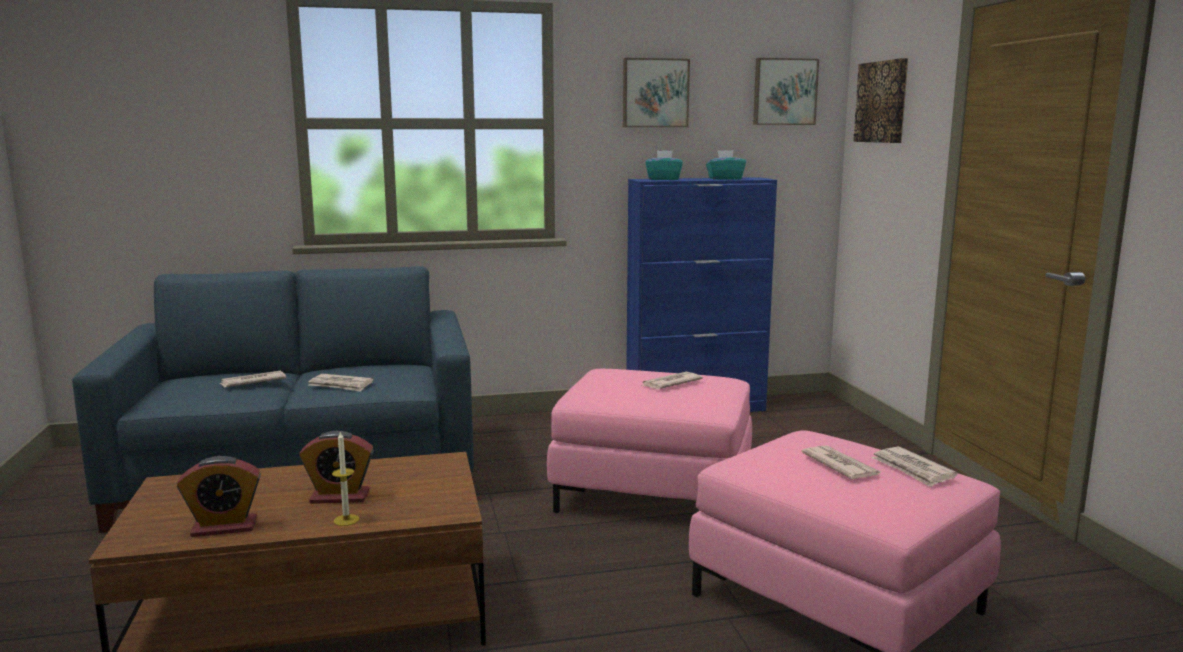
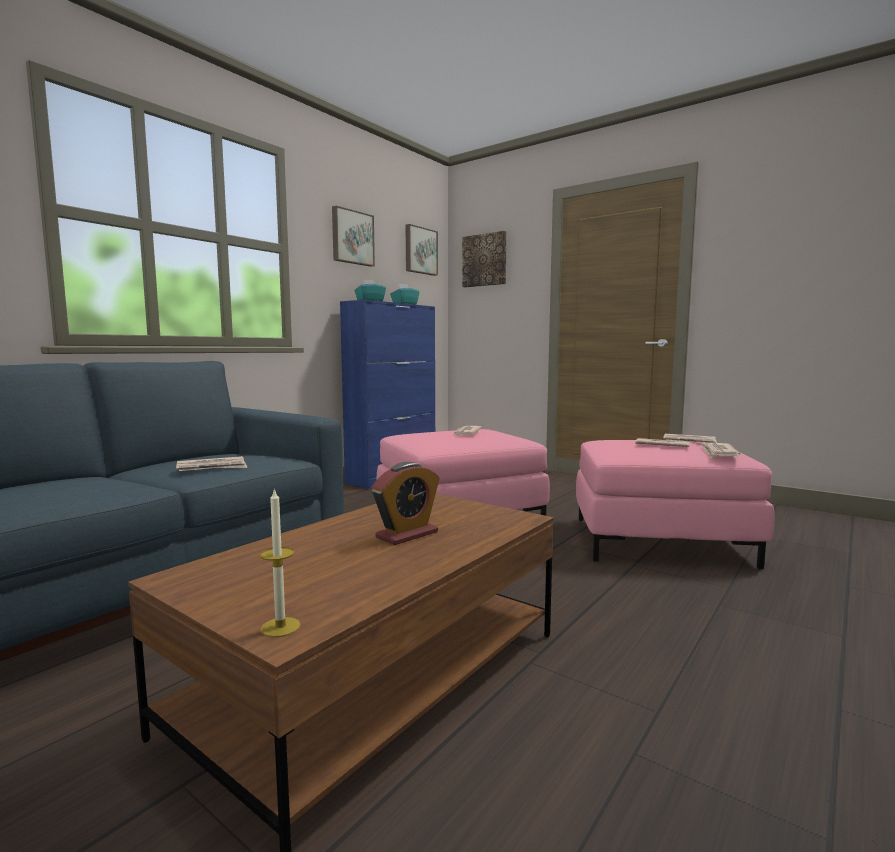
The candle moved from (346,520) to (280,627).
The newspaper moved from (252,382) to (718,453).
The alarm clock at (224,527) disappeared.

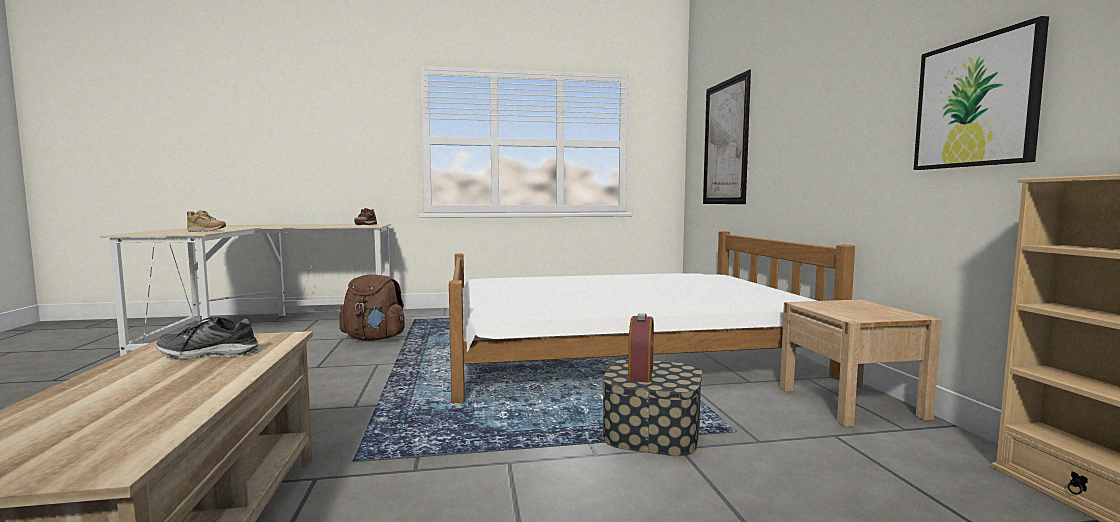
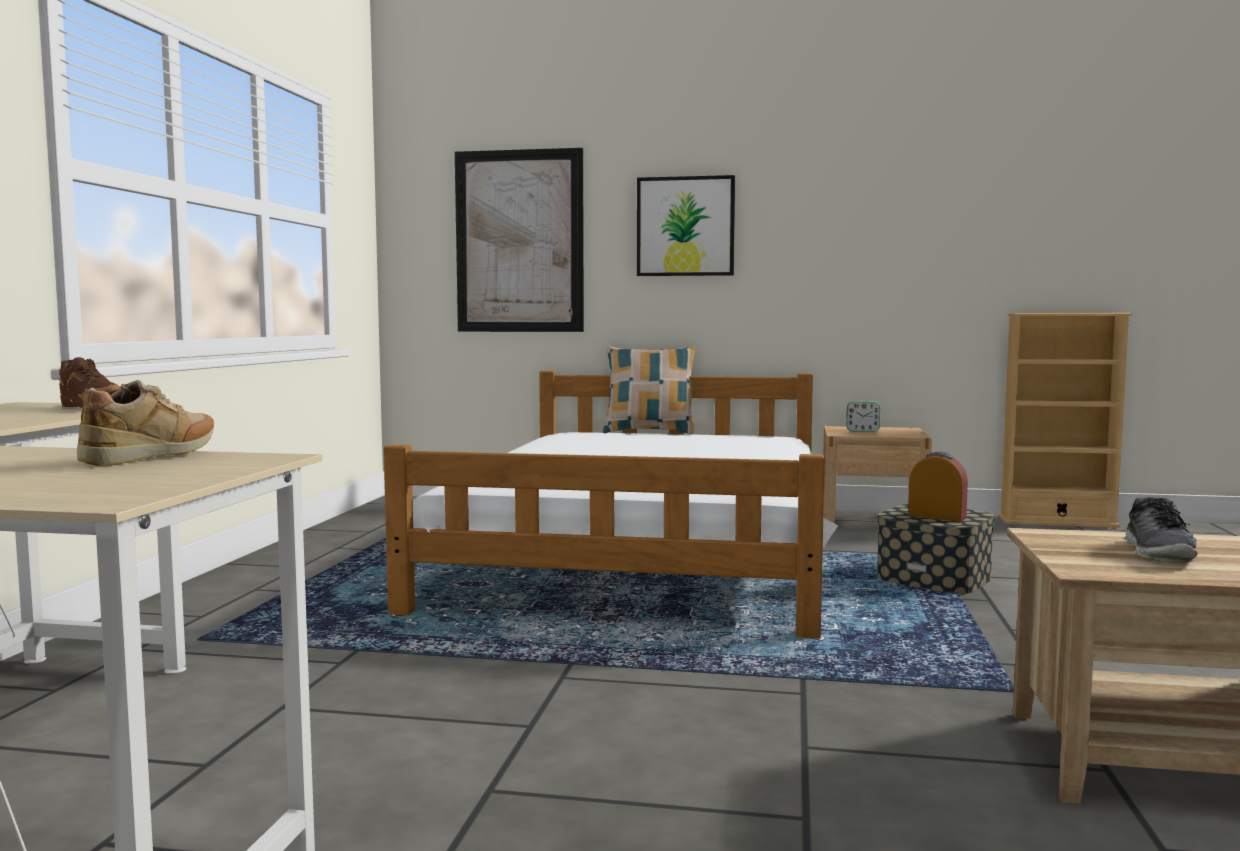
The pillow at (649,432) appeared.
The picture moved from (976,102) to (685,226).
The alarm clock at (862,431) appeared.
The brown backpack at (374,339) disappeared.

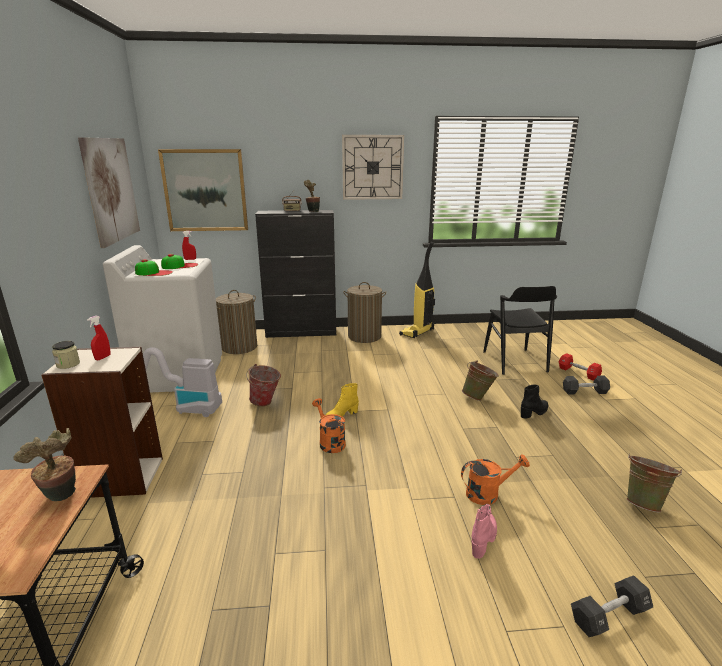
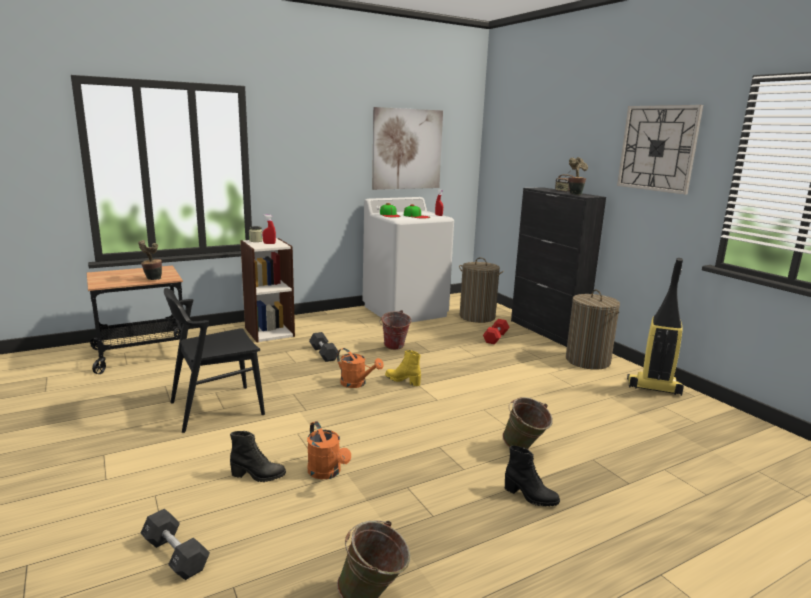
The black chair moved from (514,361) to (216,408).
The pink boot at (483,539) became the black boot at (258,476).
The black dumbbell moved from (584,391) to (323,354).
The orange watering can at (329,442) turned 90 degrees clockwise.
The red dumbbell moved from (578,373) to (495,338).
The vacuum cleaner at (184,408) disappeared.
The picture at (205,190) disappeared.

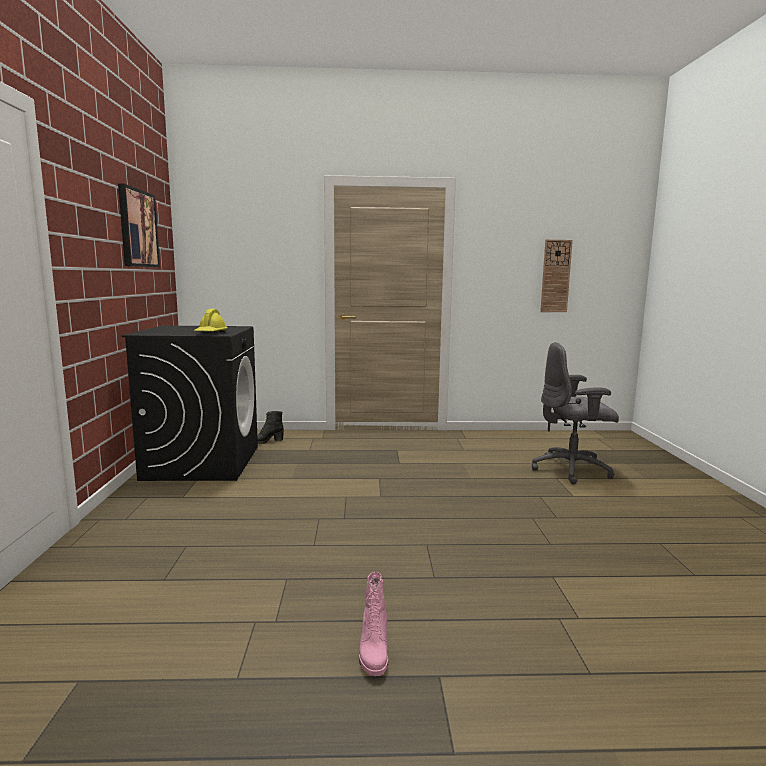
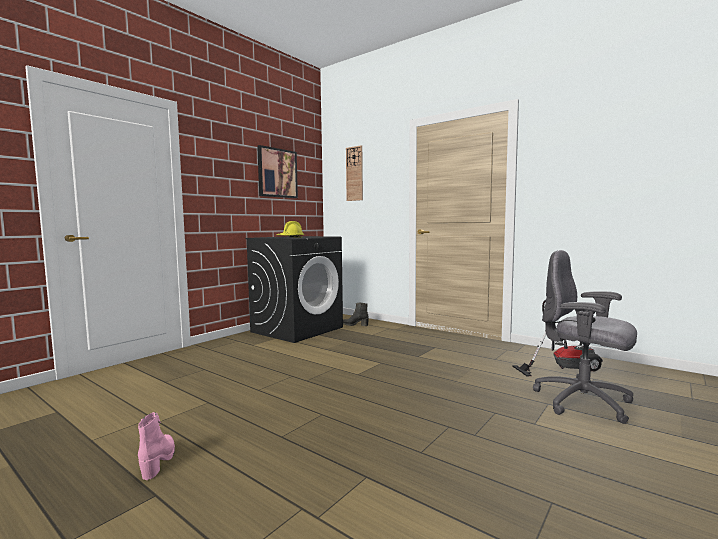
The pink boot at (373,652) turned 135 degrees clockwise.
The wall clock moved from (555,276) to (354,174).
The vacuum cleaner at (562,367) appeared.

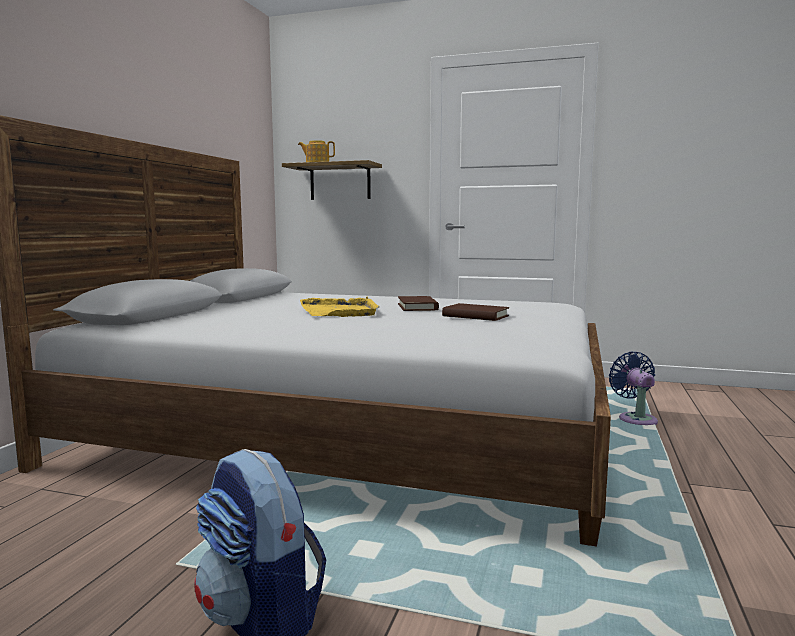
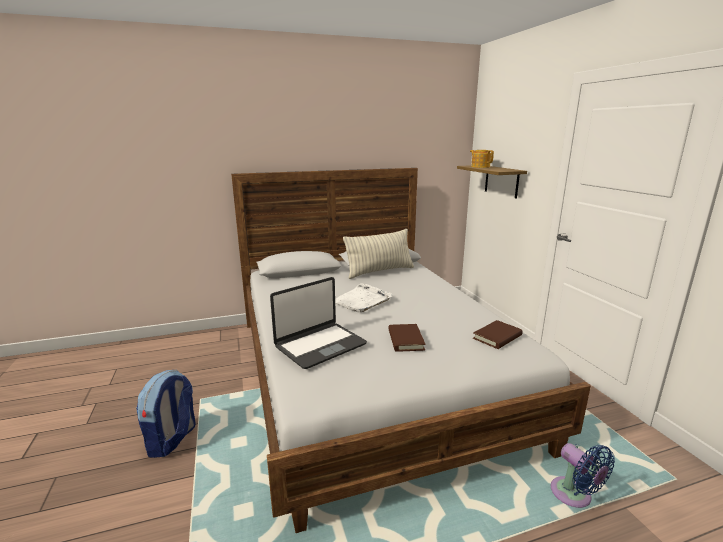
The laptop at (320,345) appeared.
The yellow tray at (340,311) became the white tray at (362,300).
The pillow at (379,271) appeared.
The brown book moved from (417,307) to (497,337).
The blue fan at (635,419) turned 105 degrees clockwise.

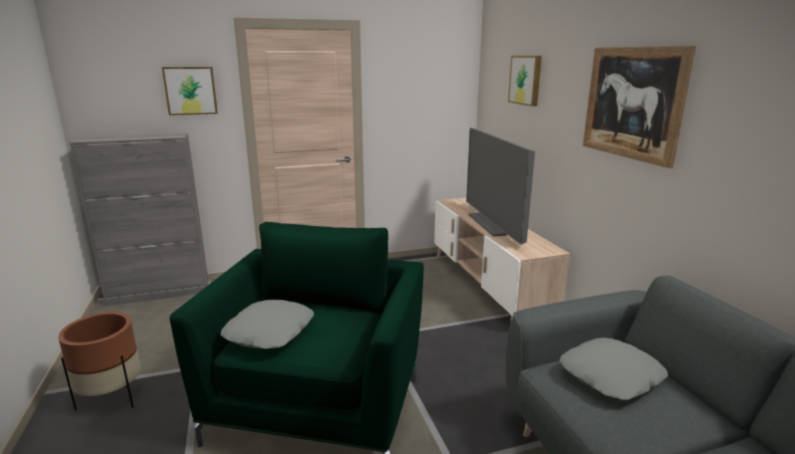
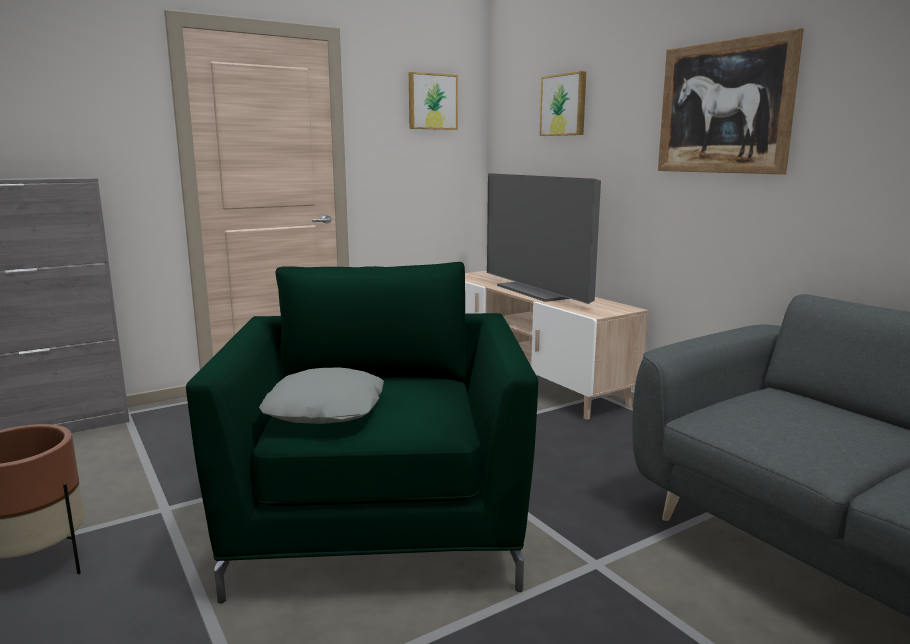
The picture moved from (190,90) to (432,102).
The grey pillow at (611,376) disappeared.

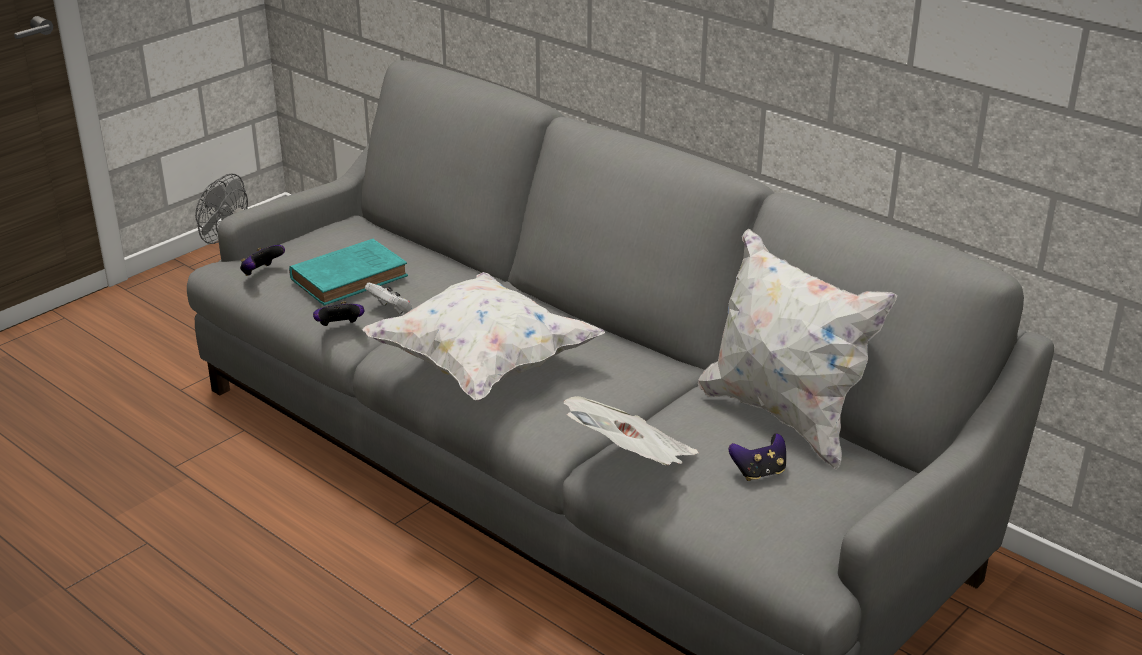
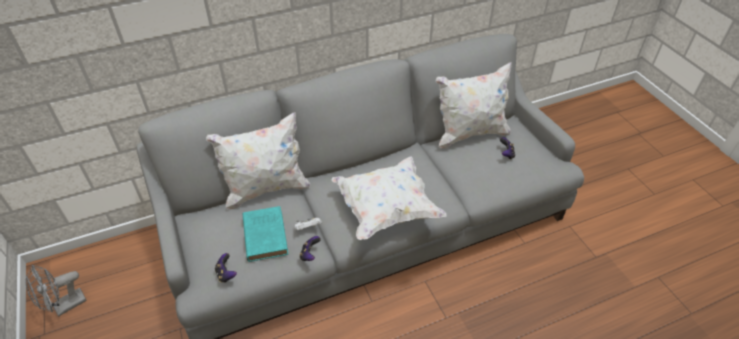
The white pillow at (266,189) appeared.
The newspaper at (631,461) disappeared.

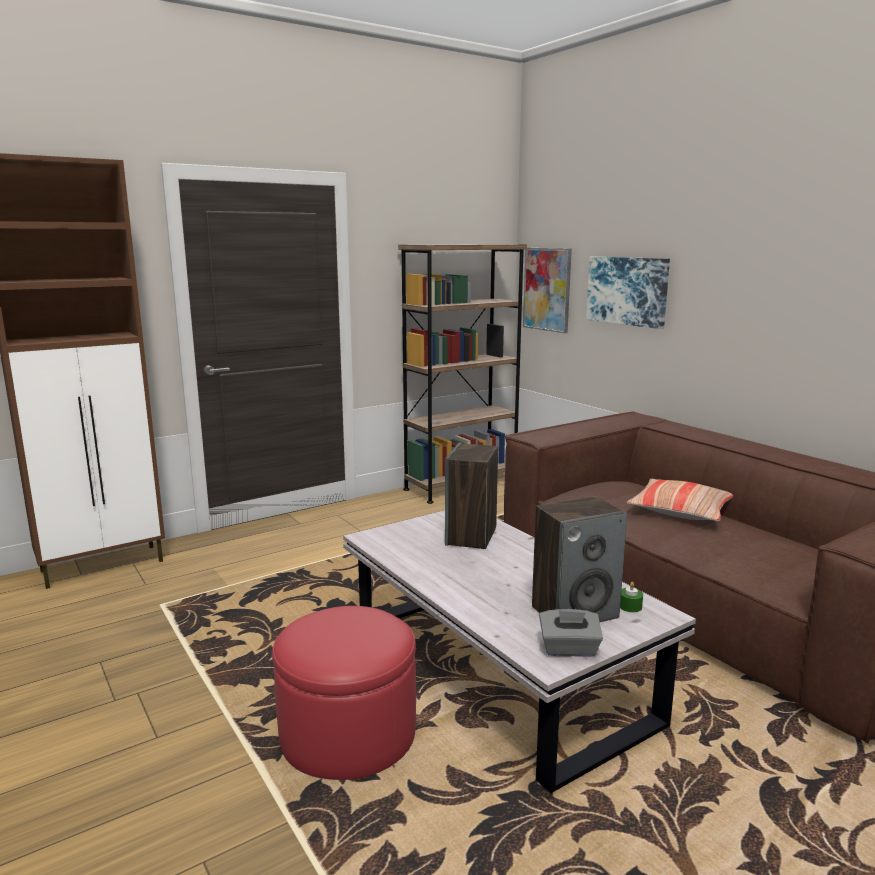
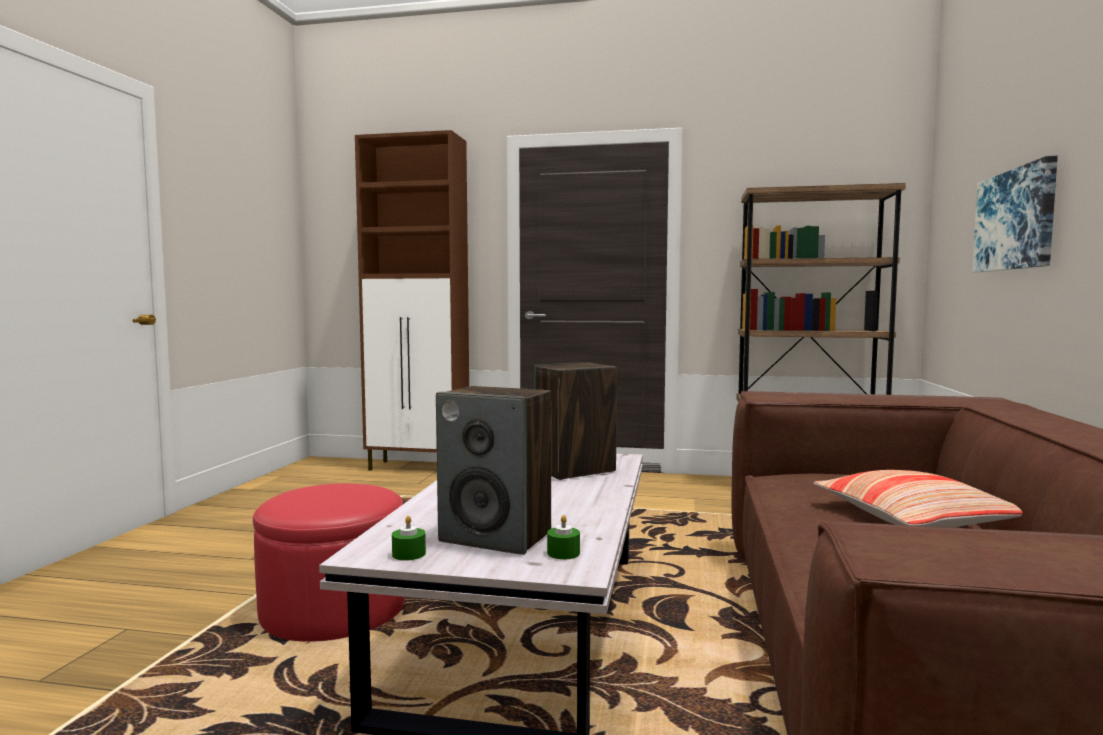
The grey tissue box at (569,649) was replaced by the green candle at (409,554).
The picture at (547,289) disappeared.

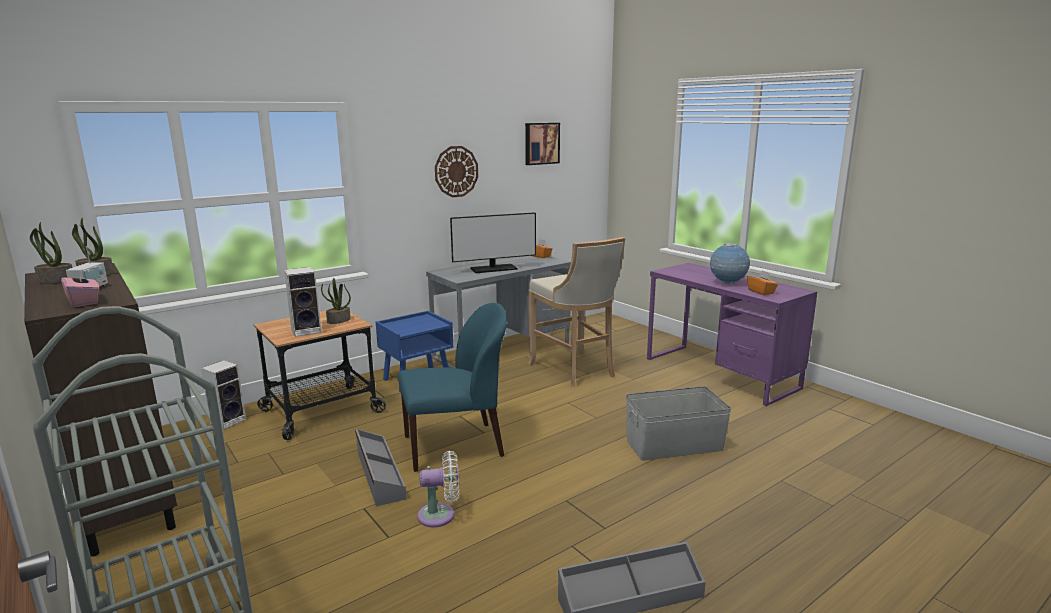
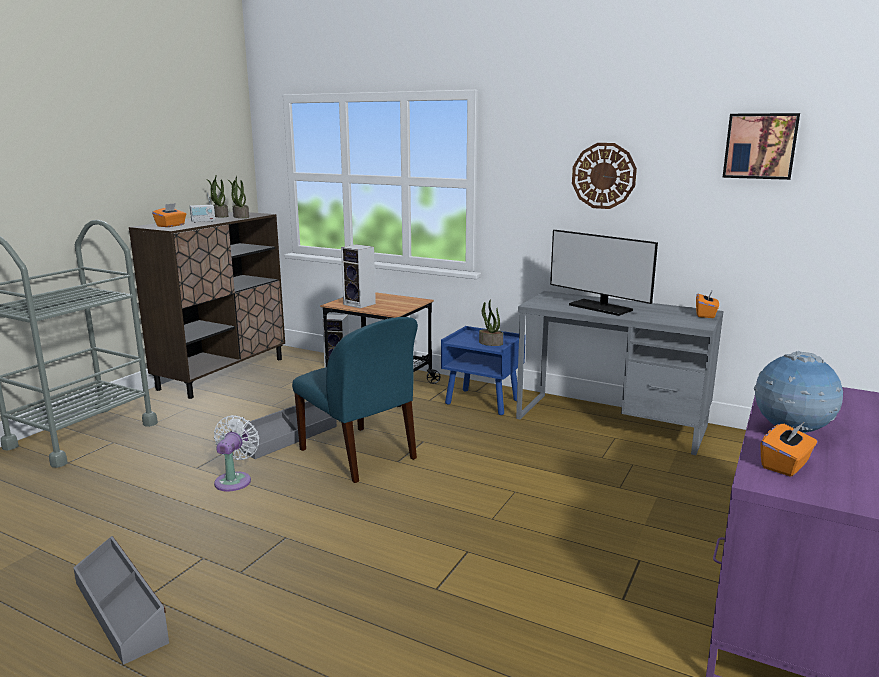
The pink tissue box at (84,302) became the orange tissue box at (171,225).
The white fan at (440,515) turned 135 degrees counterclockwise.
The potted plant moved from (338,321) to (490,343).
The beige stool at (575,370) disappeared.
The grey storage box at (675,445) disappeared.

